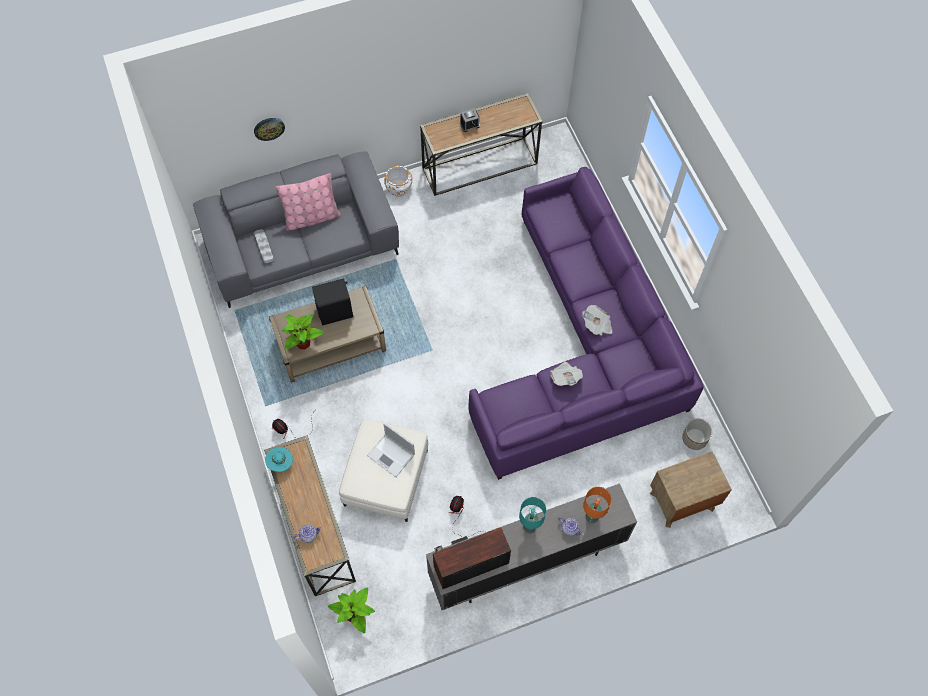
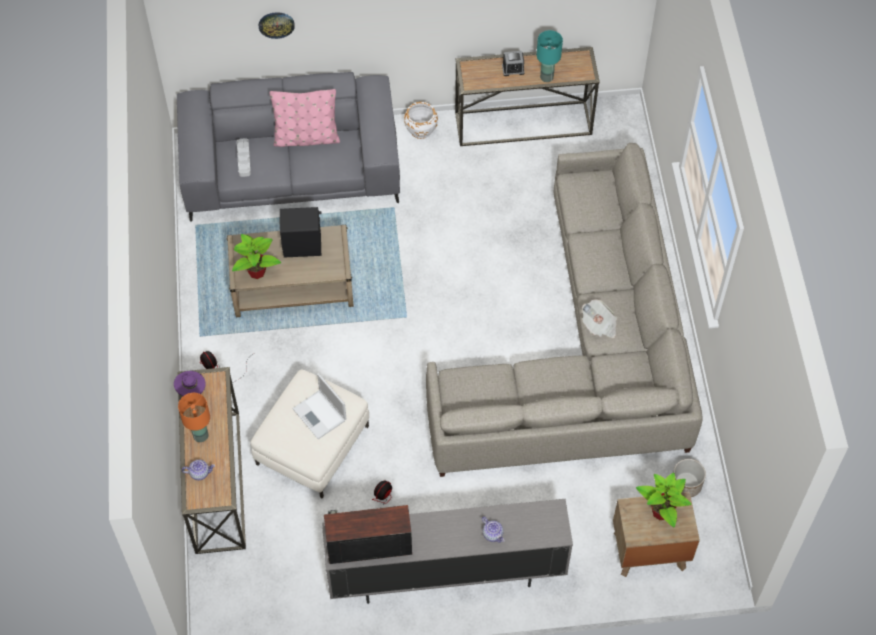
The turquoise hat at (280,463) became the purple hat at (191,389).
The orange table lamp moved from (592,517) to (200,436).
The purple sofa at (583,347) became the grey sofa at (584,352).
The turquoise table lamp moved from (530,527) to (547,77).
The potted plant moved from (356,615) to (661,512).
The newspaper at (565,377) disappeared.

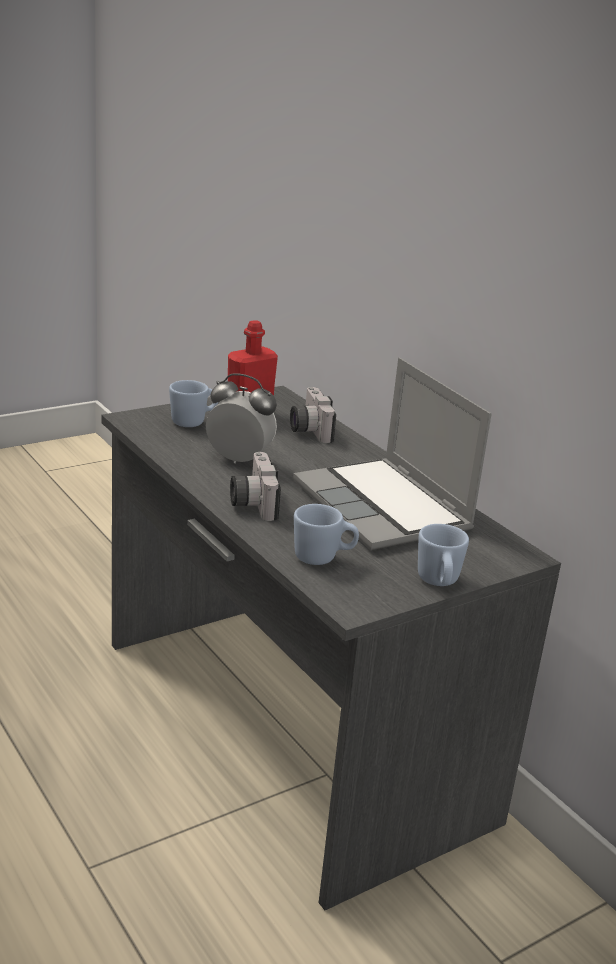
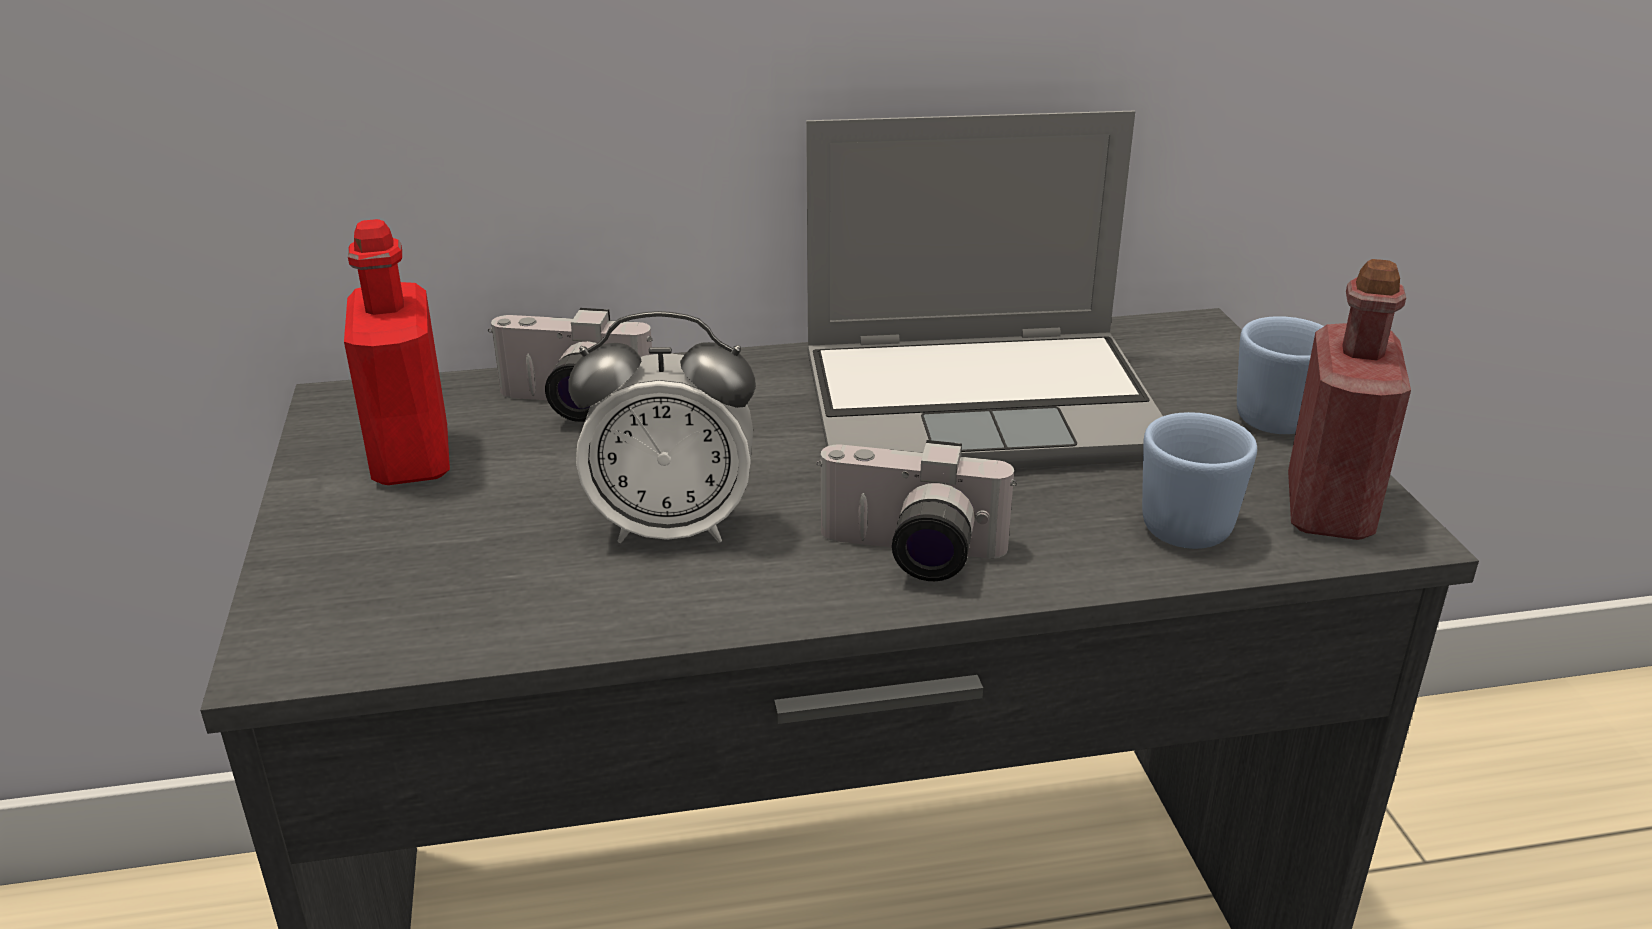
The alarm clock at (239,459) turned 135 degrees counterclockwise.
The red bottle at (1328,508) appeared.
The blue mug at (193,422) disappeared.

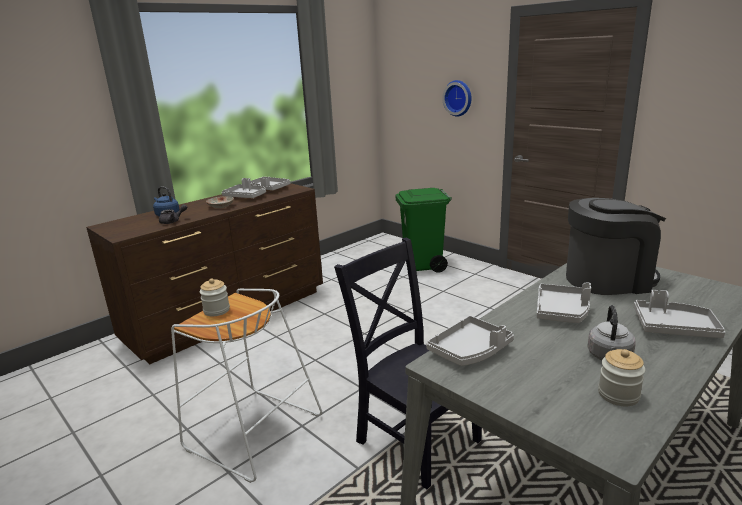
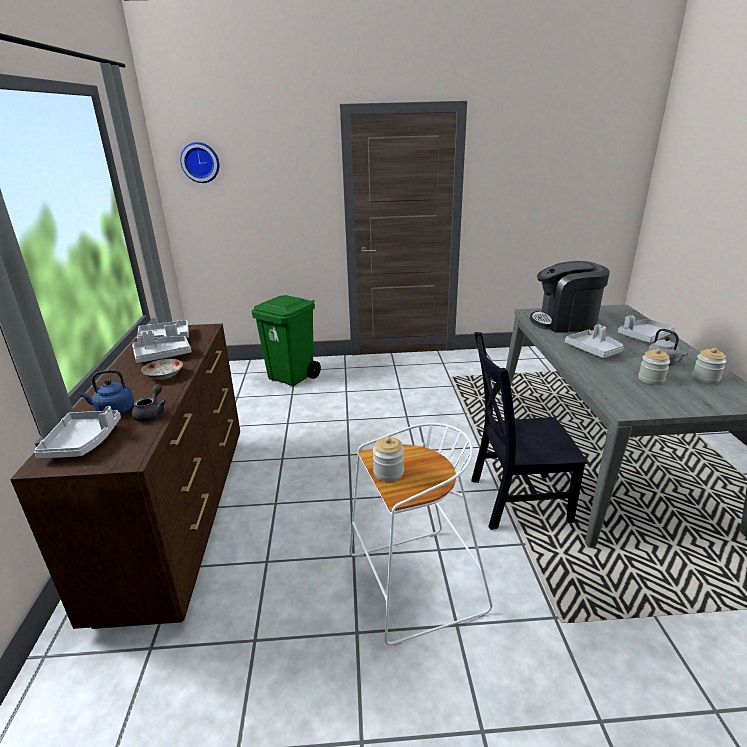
The grey tray moved from (470,351) to (83,442).
The wall clock moved from (458,98) to (200,162).
The coffee machine at (608,279) turned 120 degrees counterclockwise.
The jar at (651,379) appeared.

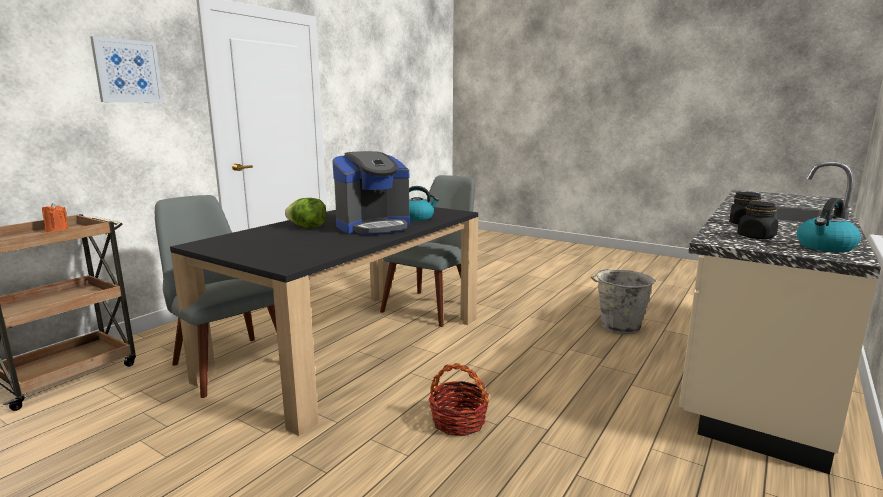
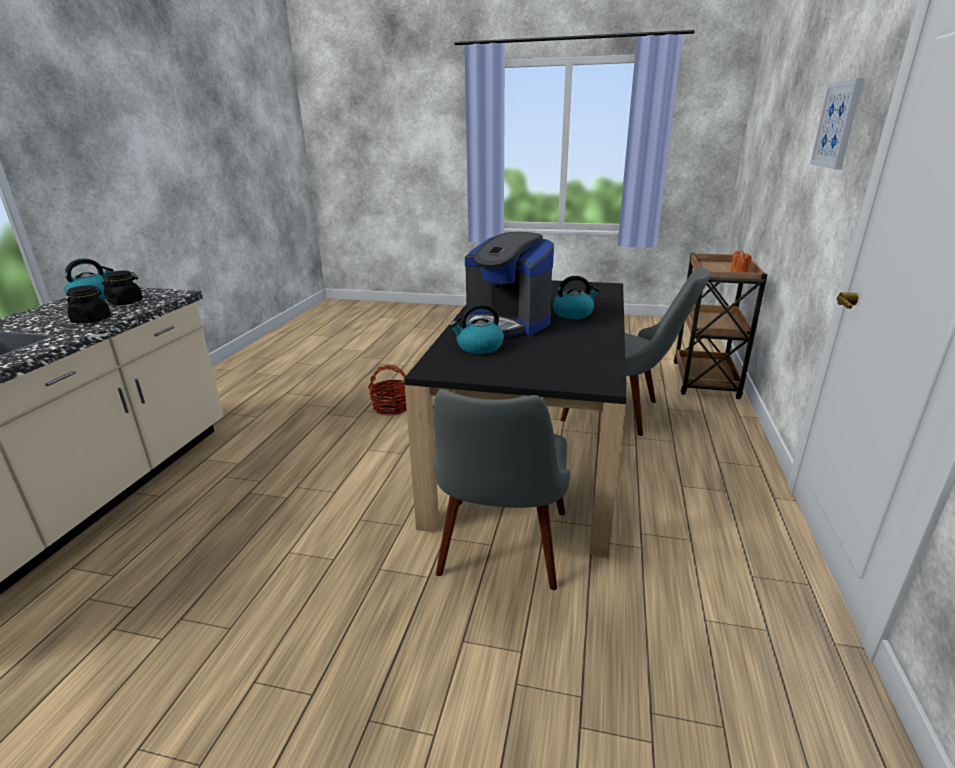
The coffee machine at (373,227) turned 90 degrees counterclockwise.
The lettuce at (307,227) was replaced by the kettle at (573,314).
The grey bucket at (618,326) disappeared.

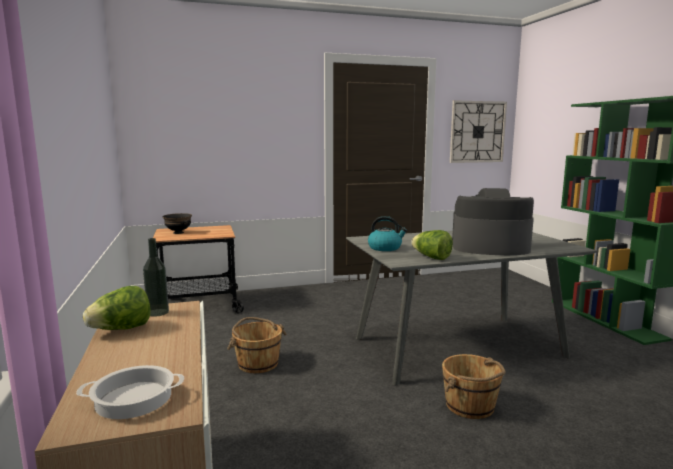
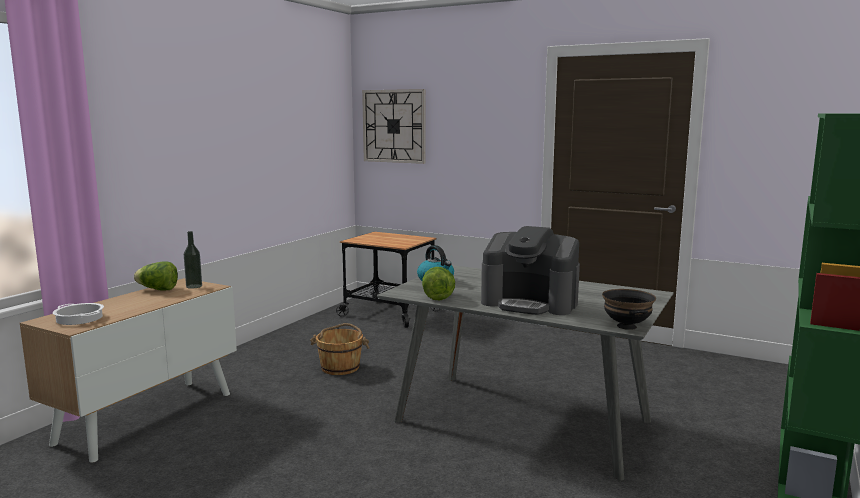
The wall clock moved from (477,132) to (394,126).
The coffee machine at (489,247) turned 150 degrees clockwise.
The black bowl moved from (178,232) to (626,326).
The brown bucket at (470,406) disappeared.

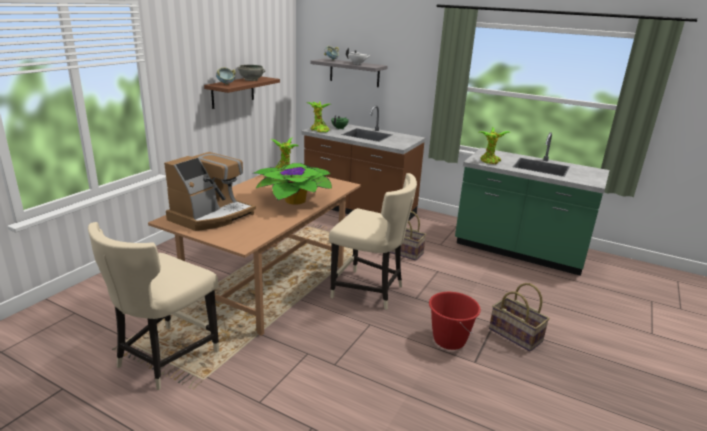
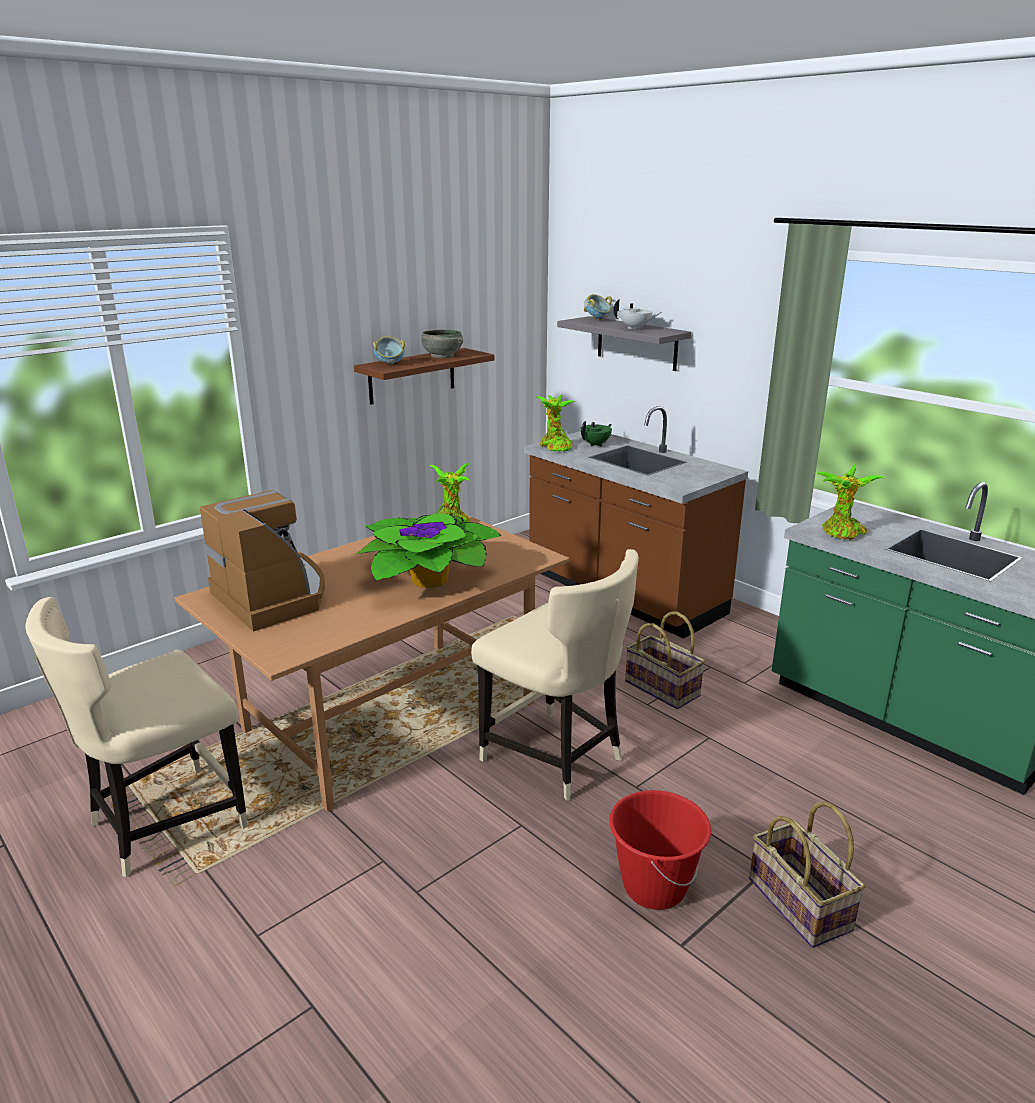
The coffee machine at (211,216) turned 90 degrees counterclockwise.

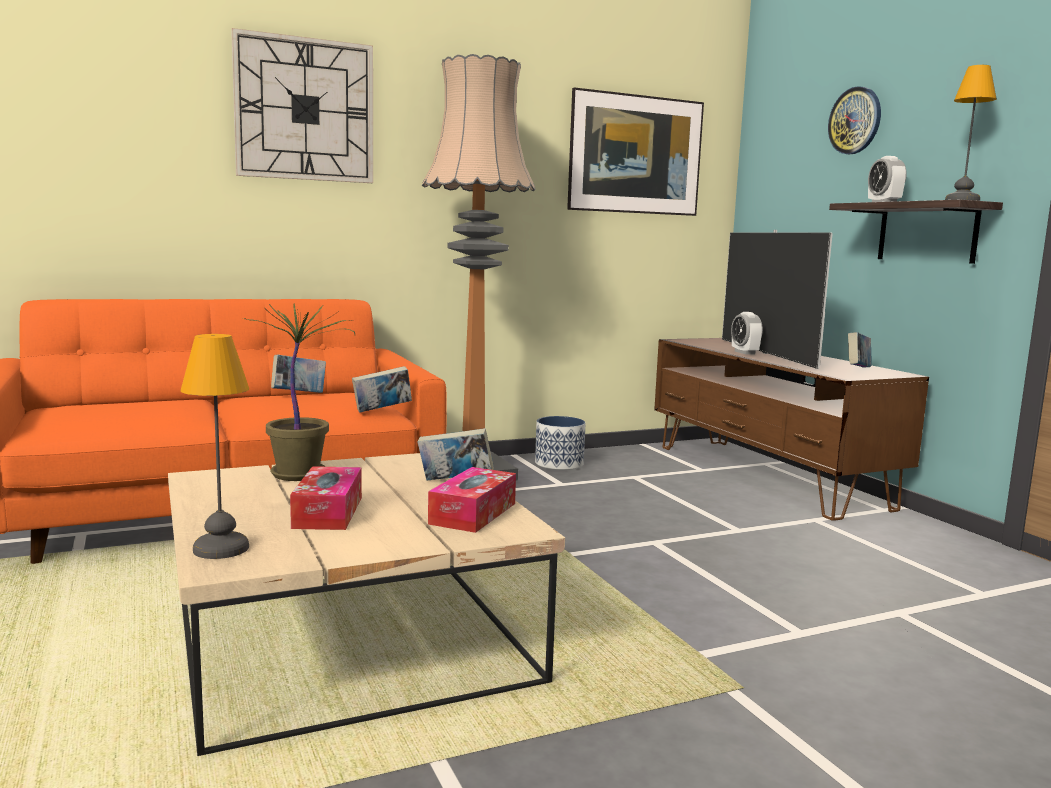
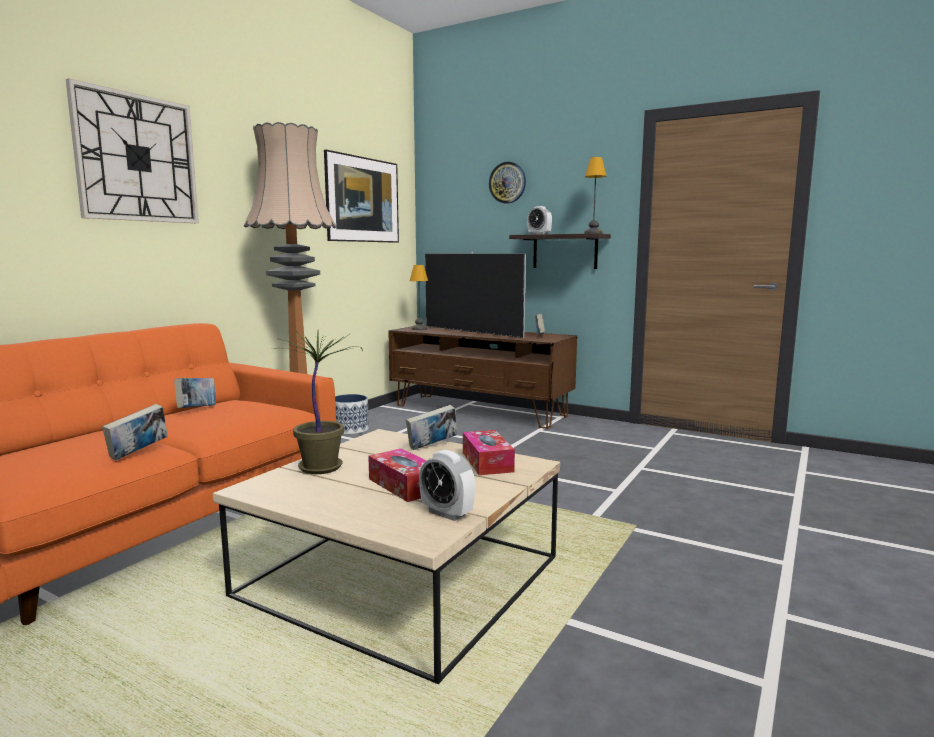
The book moved from (382,411) to (138,453).
The table lamp moved from (223,548) to (419,329).
The alarm clock moved from (744,352) to (446,513).

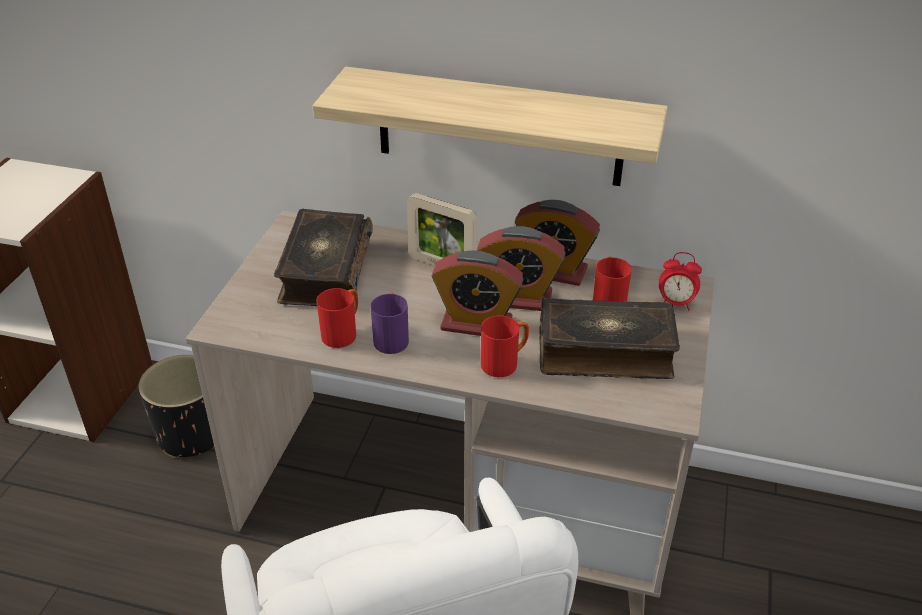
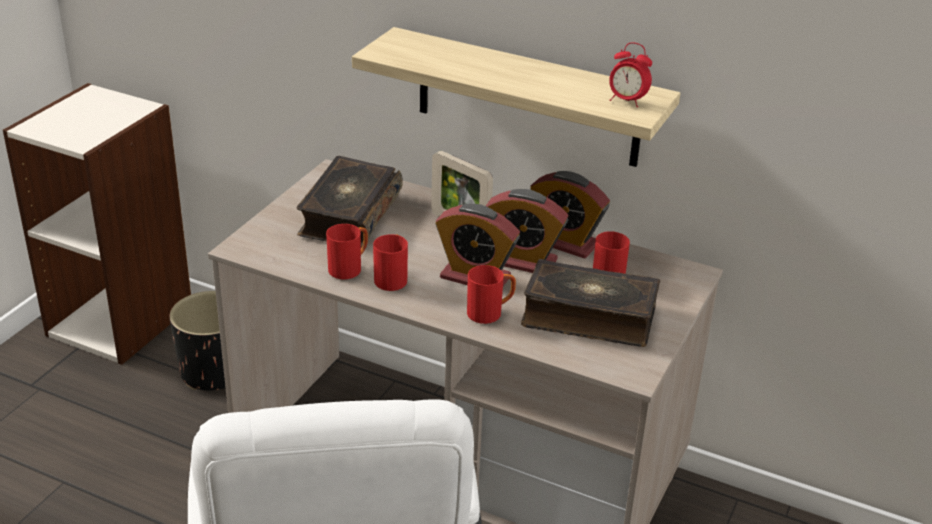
The purple mug at (391,338) became the red mug at (392,278).
The alarm clock moved from (675,303) to (626,101).

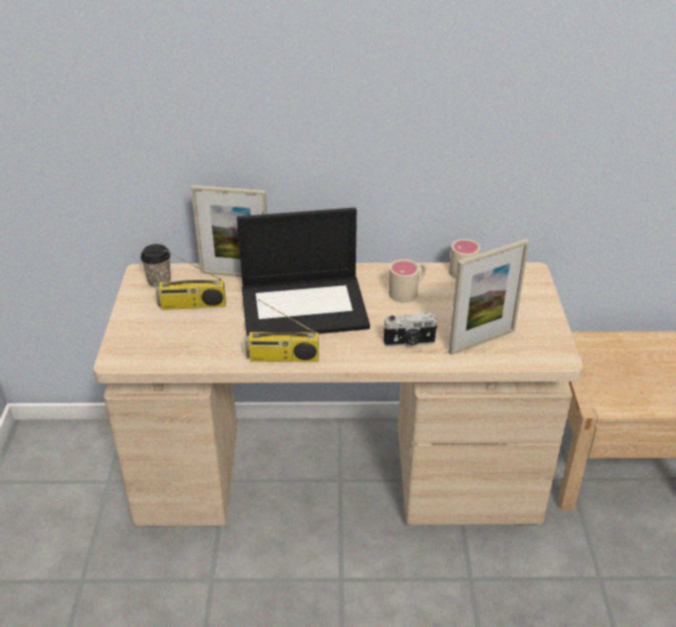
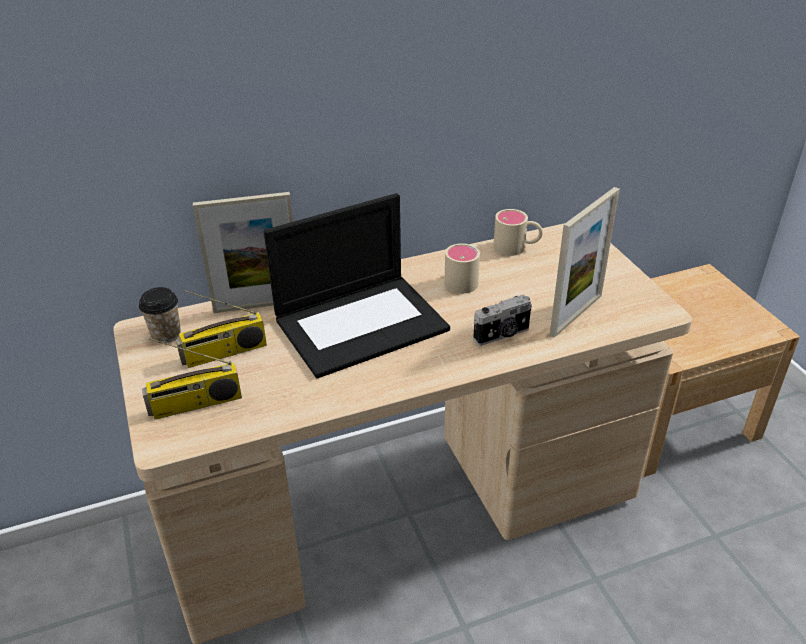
The radio moved from (282,358) to (195,404).

